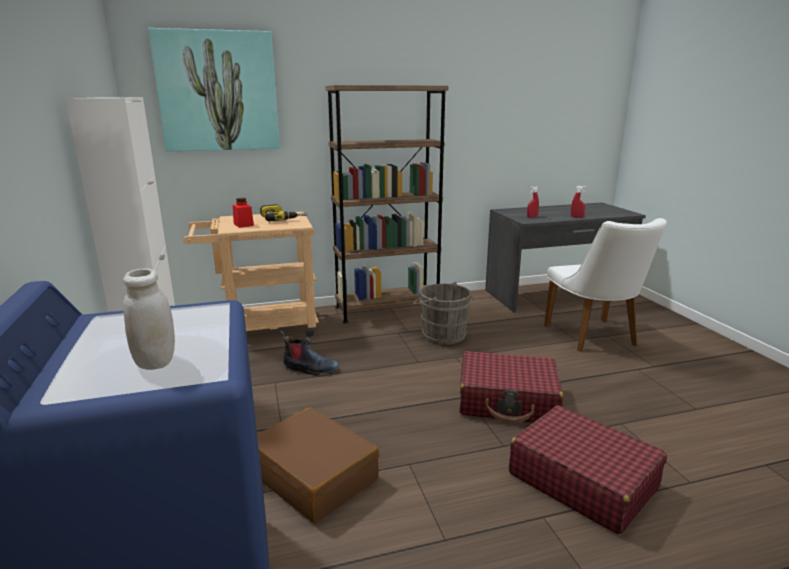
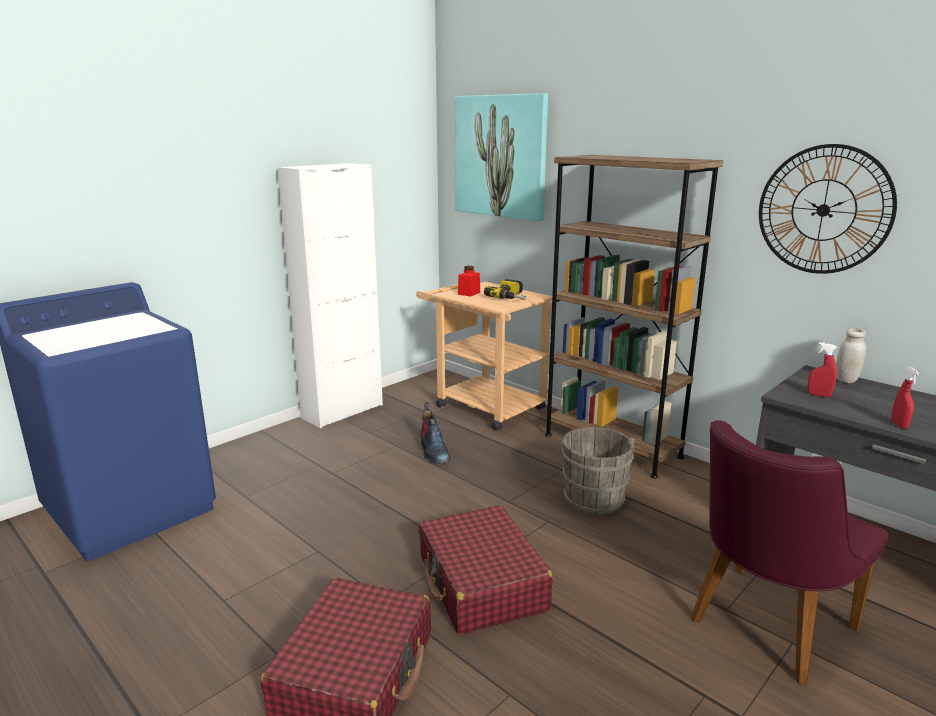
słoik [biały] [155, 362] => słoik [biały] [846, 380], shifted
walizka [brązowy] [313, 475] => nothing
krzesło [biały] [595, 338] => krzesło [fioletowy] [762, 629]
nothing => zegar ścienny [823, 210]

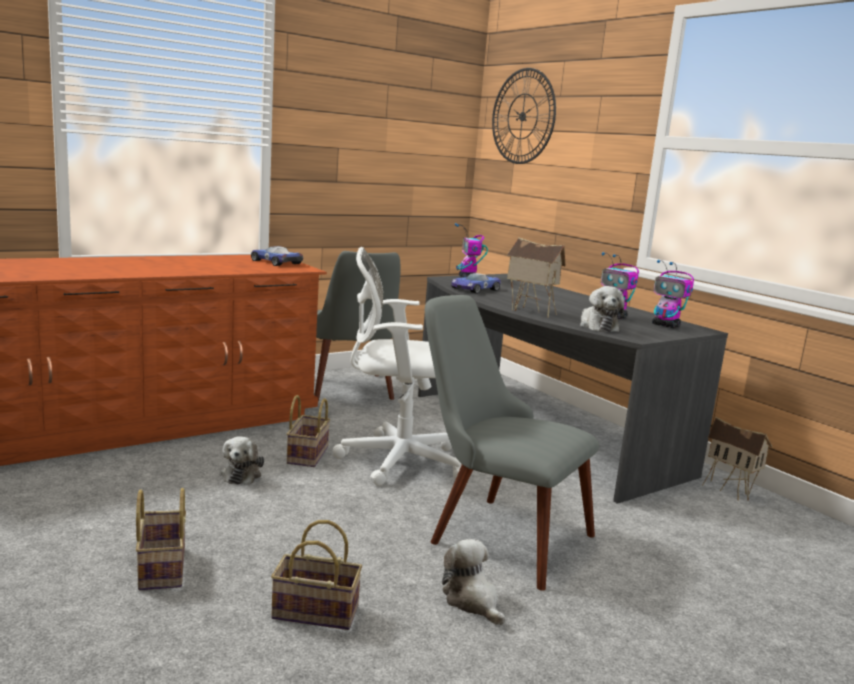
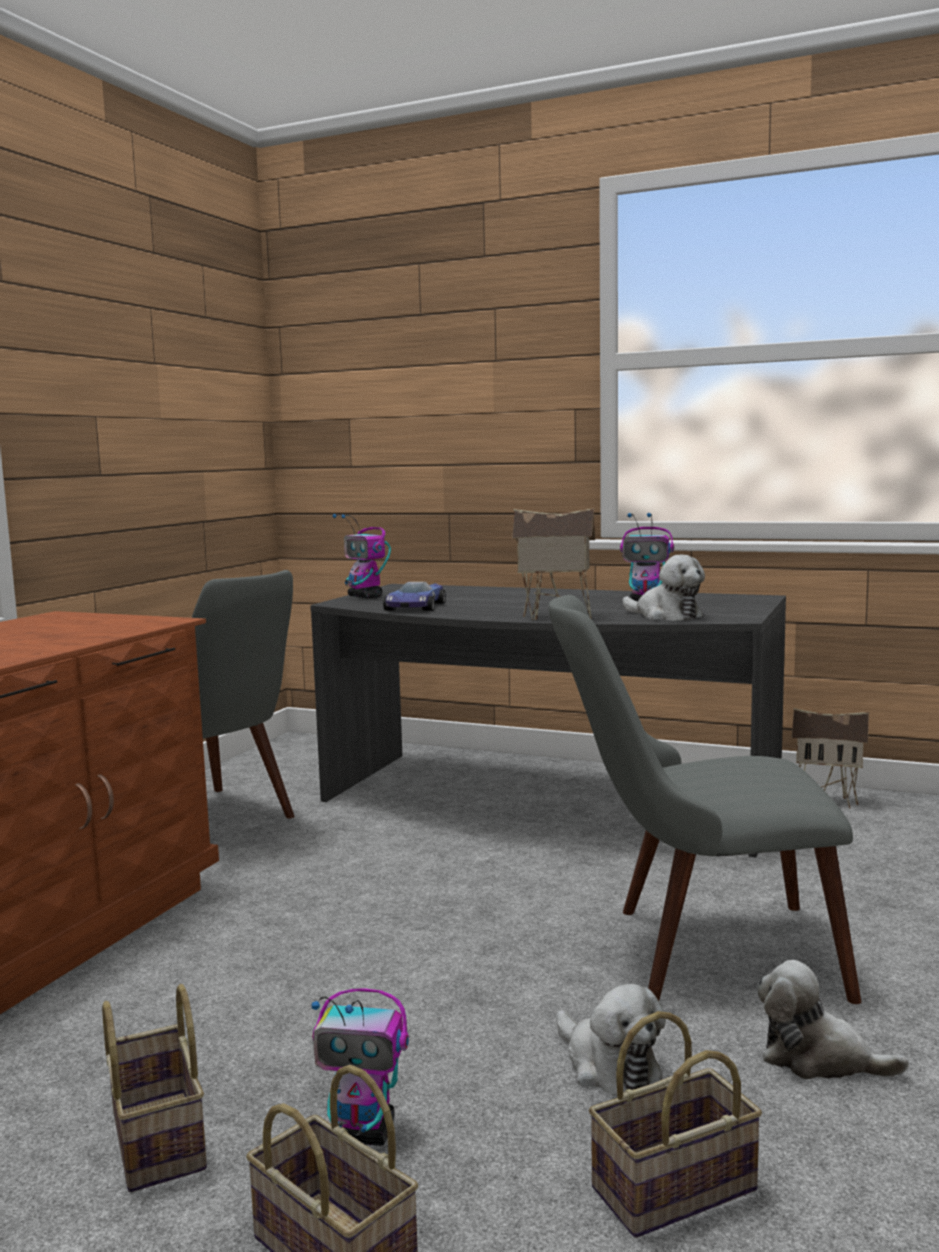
pluszak [241, 474] => pluszak [608, 1065], shifted
samochodzik [275, 262] => nothing
koszyk [307, 454] => koszyk [154, 1139], shifted
krzesło biurowe [biały] [395, 460] => nothing
zegar ścienny [522, 116] => nothing
robot zabawkowy [666, 326] => robot zabawkowy [364, 1132], shifted

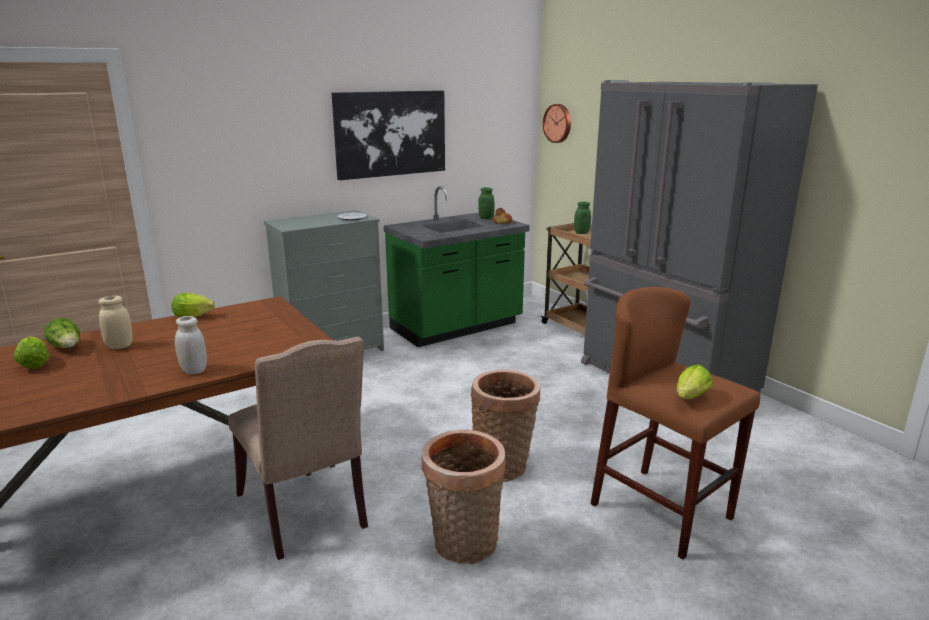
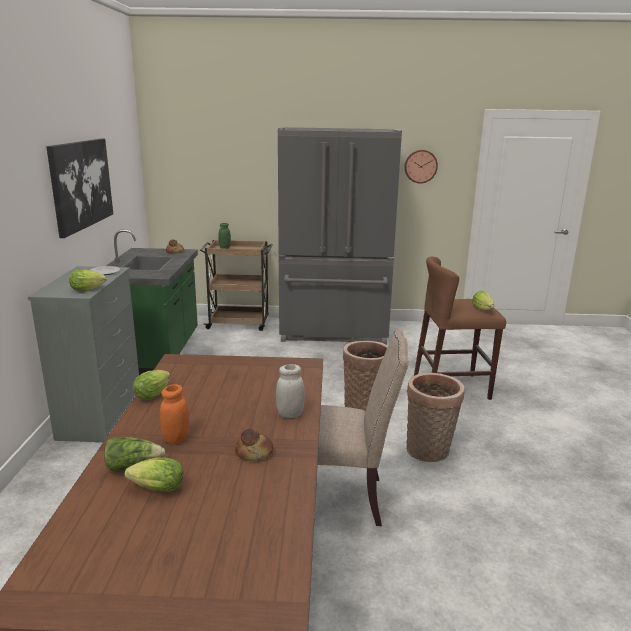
słoik [beżowy] [119, 346] => słoik [pomarańczowy] [176, 439]
słoik [zielony] [486, 218] => nothing
zegar ścienny [558, 123] => zegar ścienny [420, 166], shifted
nothing => sałata [89, 289]
nothing => chleb [254, 453]

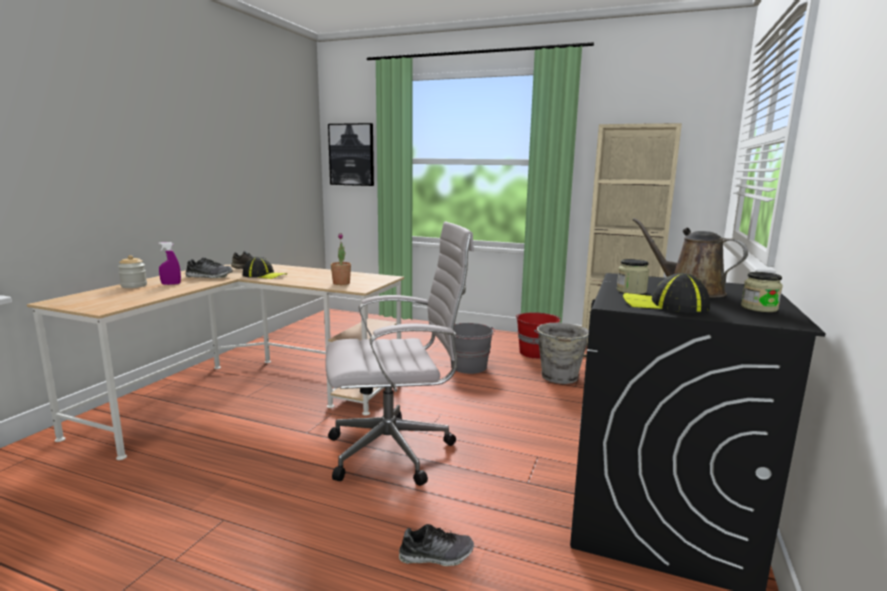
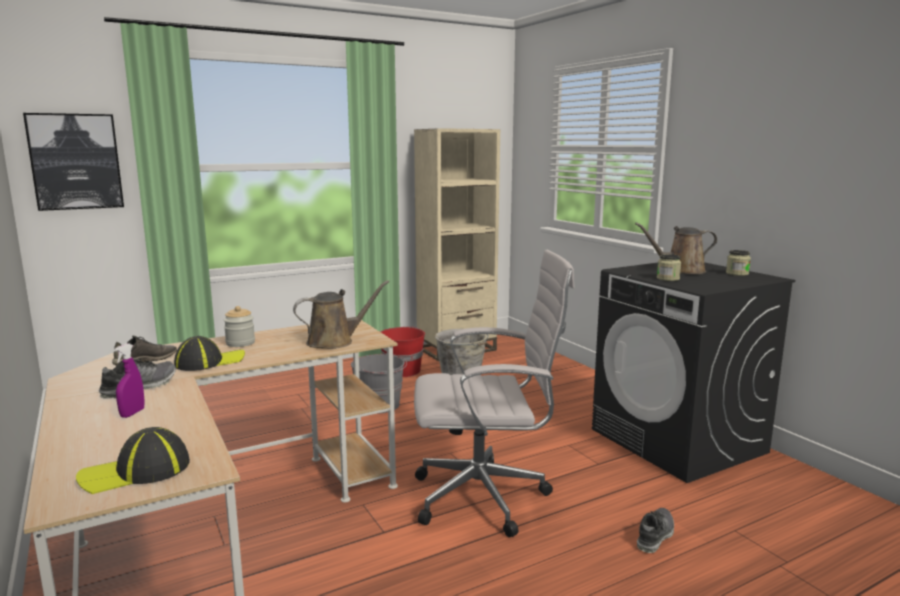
słoik [134, 286] => słoik [240, 343], shifted
krzesło biurowe [biały] [396, 451] => krzesło biurowe [biały] [486, 497], 60 degrees clockwise
roślina doniczkowa [341, 283] => konewka [brązowy] [335, 341]
czapka z daszkiem [665, 305] => czapka z daszkiem [136, 472], shifted

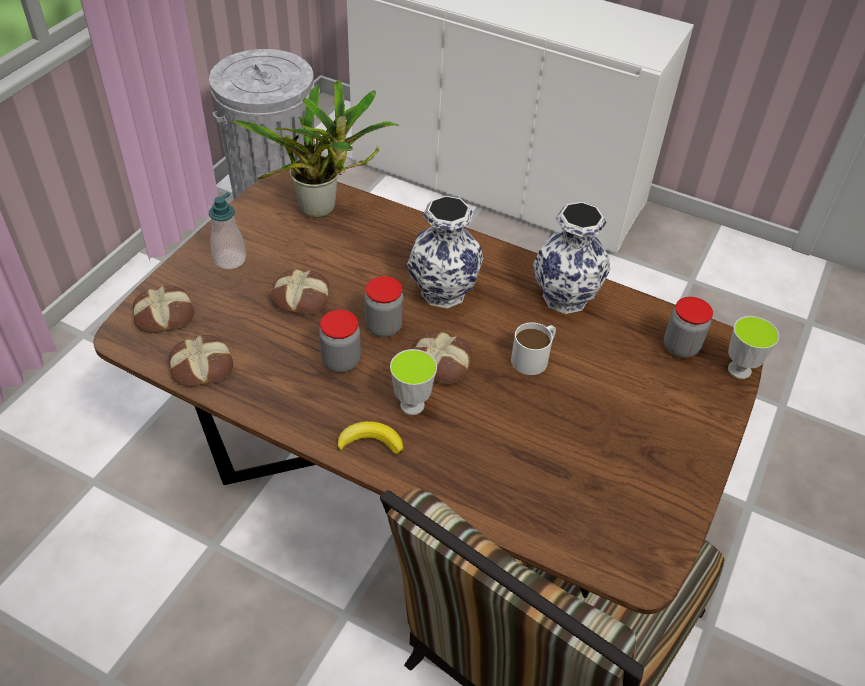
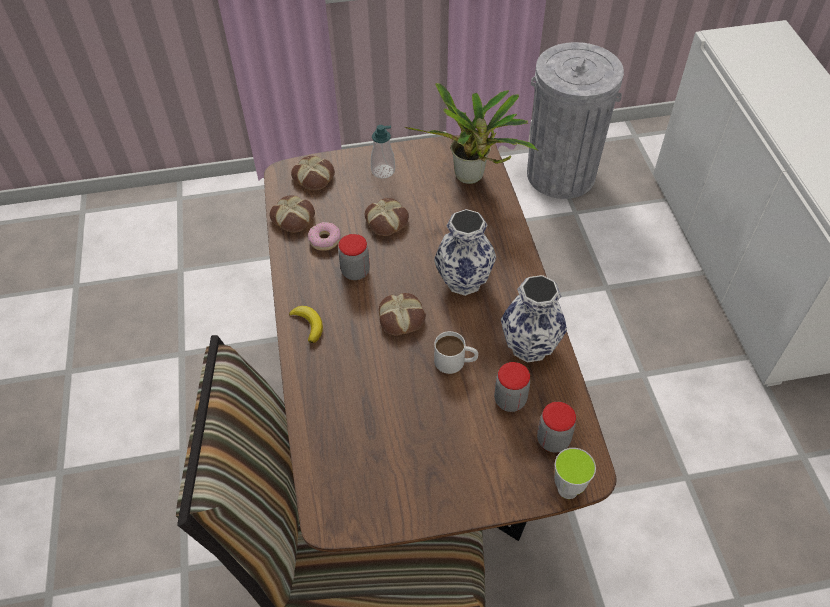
słoik [384, 327] => słoik [510, 400], shifted
filiżanka [412, 405] => nothing
nothing => donut [324, 240]

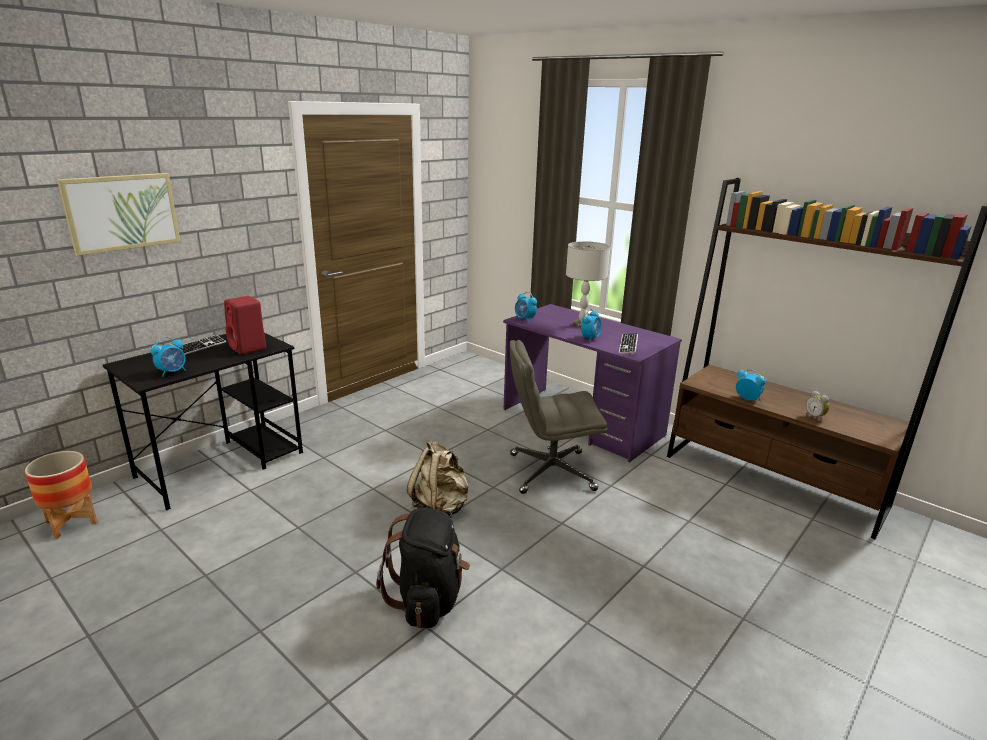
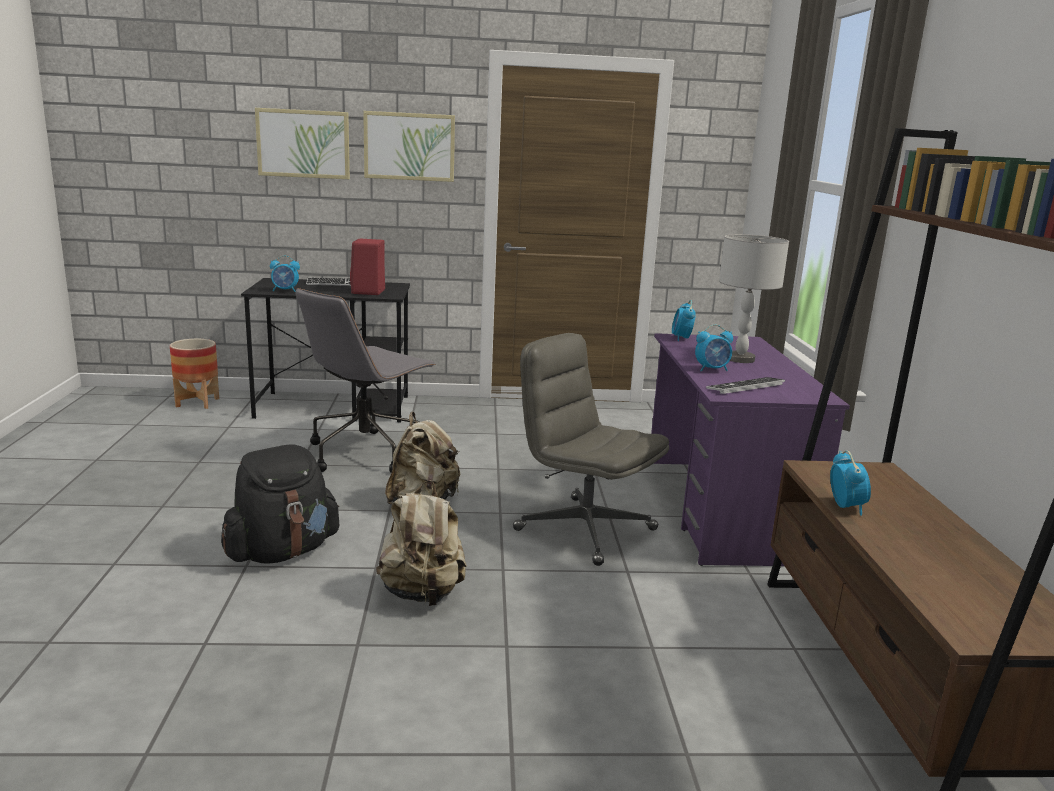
budzik [815, 417] => nothing
nothing => krzesło biurowe [szary] [366, 452]
nothing => obraz [409, 146]
nothing => plecak [beżowy] [422, 593]

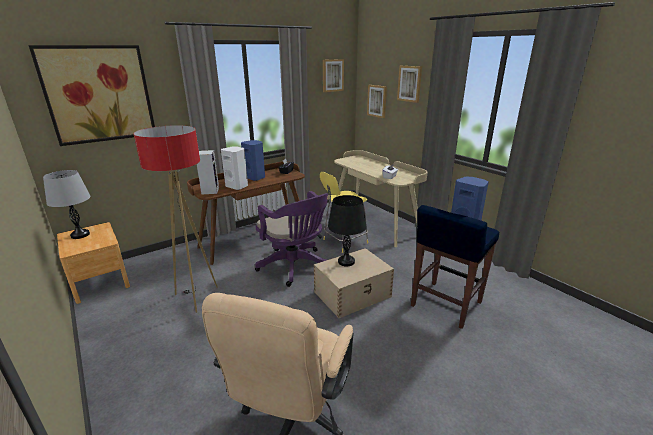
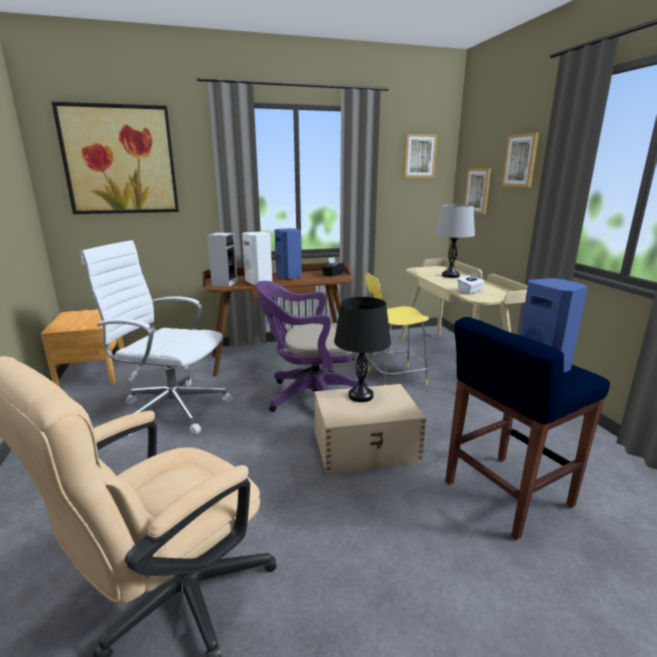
lampa stołowa [szary] [80, 235] => lampa stołowa [szary] [450, 276], shifted
lampa stojąca [196, 297] => krzesło biurowe [biały] [171, 409]
krzesło biurowe [fioletowy] [295, 267] => krzesło biurowe [fioletowy] [310, 397], 105 degrees clockwise

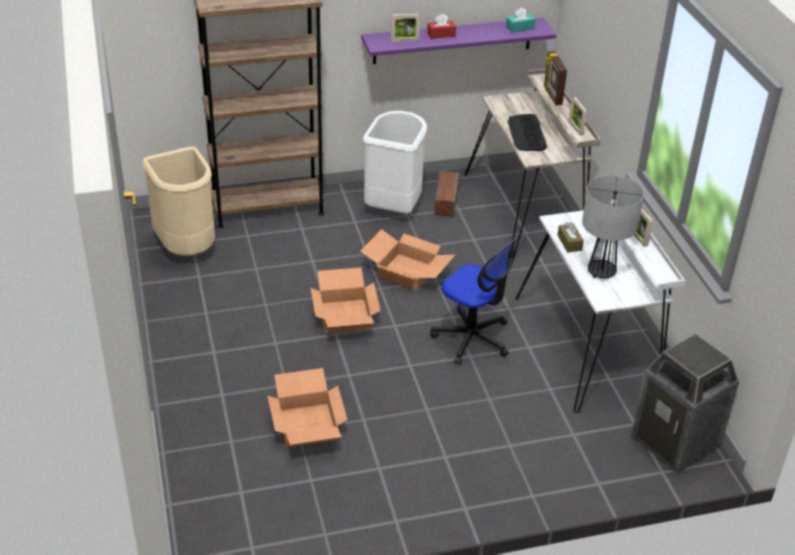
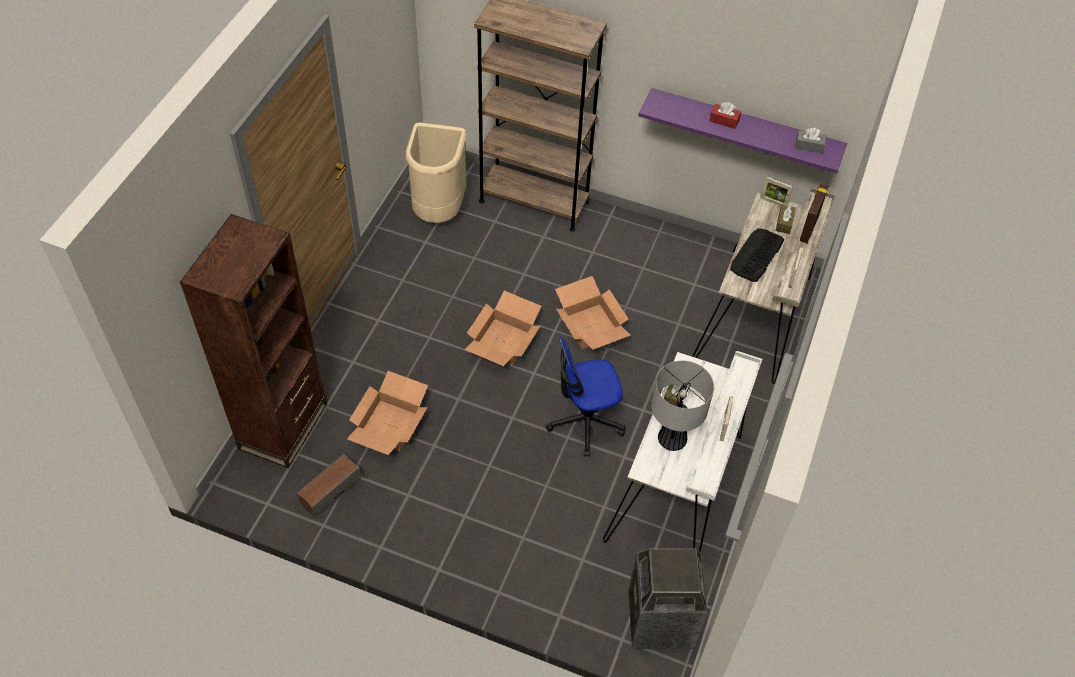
kosz na śmieci [biały] [394, 207] => nothing
ramka na zdjęcie [404, 40] => ramka na zdjęcie [773, 202], shifted
krzesło biurowe [472, 338] => krzesło biurowe [585, 421], 90 degrees clockwise
głośnik [446, 201] => głośnik [330, 490], shifted
pudełko chusteczek [turkusowy] [519, 28] => pudełko chusteczek [szary] [809, 146]
nothing => regał [brązowy] [283, 426]
nothing => pudełko chusteczek [brązowy] [784, 223]

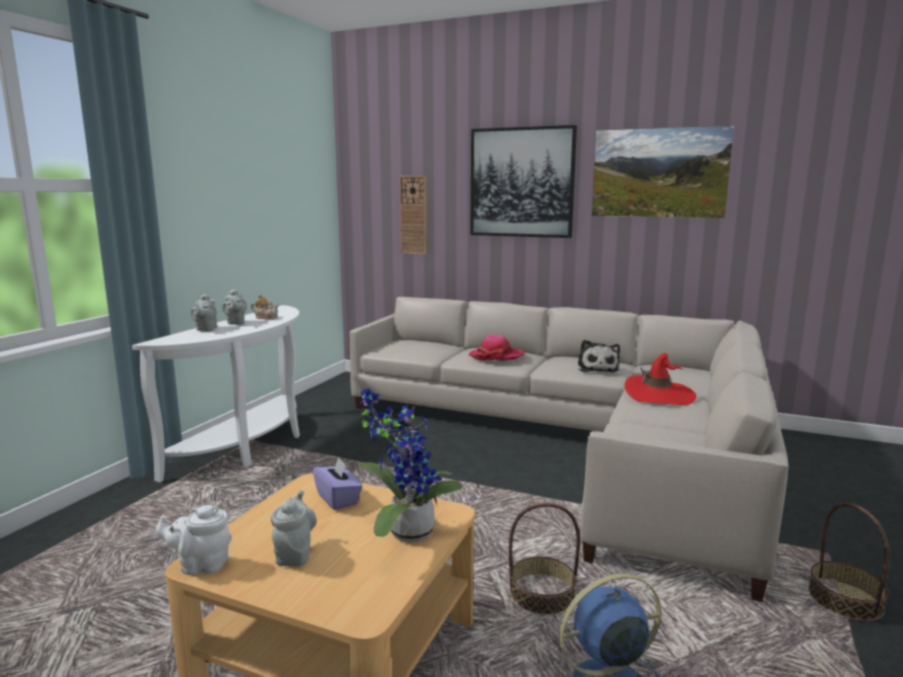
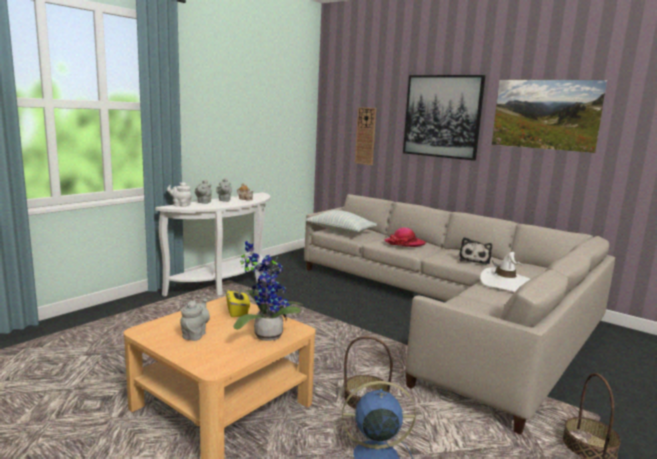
imbryk [biały] [201, 565] => imbryk [biały] [180, 205], shifted
pudełko chusteczek [fioletowy] [338, 499] => pudełko chusteczek [żółty] [238, 312]
kapelusz [czerwony] [659, 395] => kapelusz [biały] [506, 283]
nothing => poduszka [340, 231]

